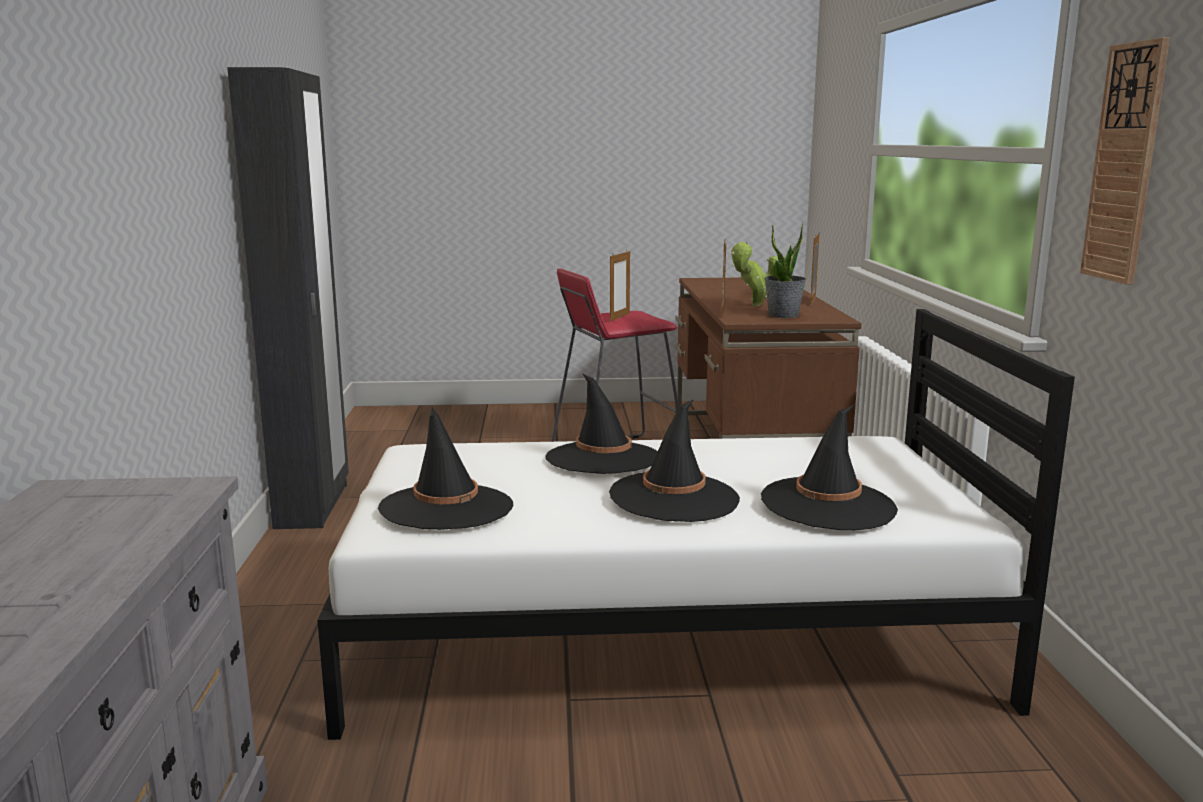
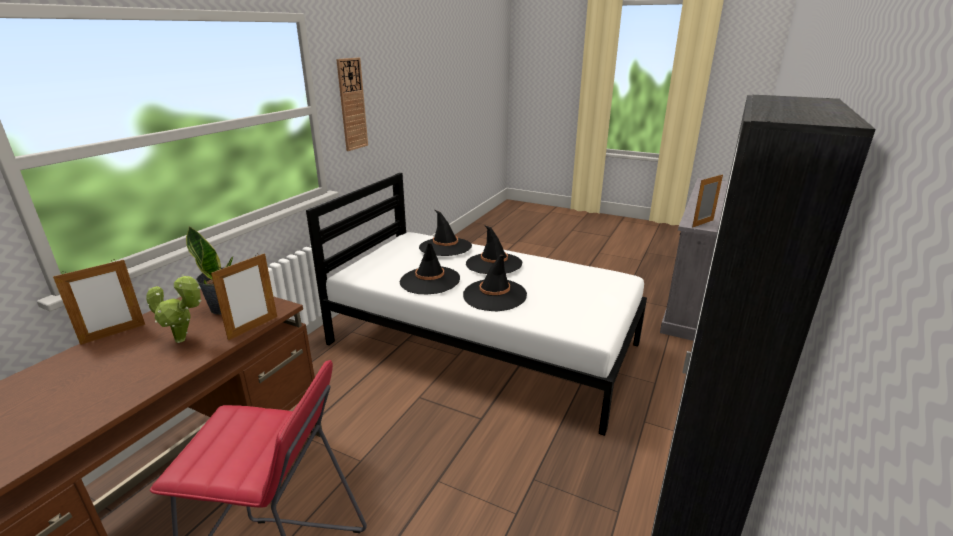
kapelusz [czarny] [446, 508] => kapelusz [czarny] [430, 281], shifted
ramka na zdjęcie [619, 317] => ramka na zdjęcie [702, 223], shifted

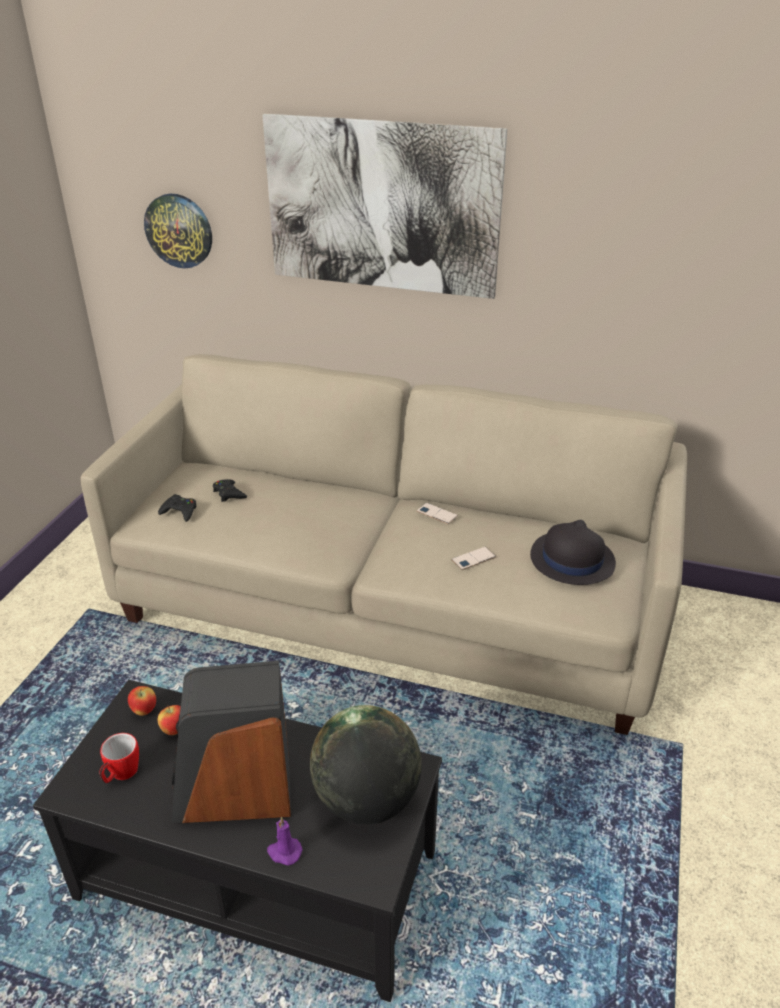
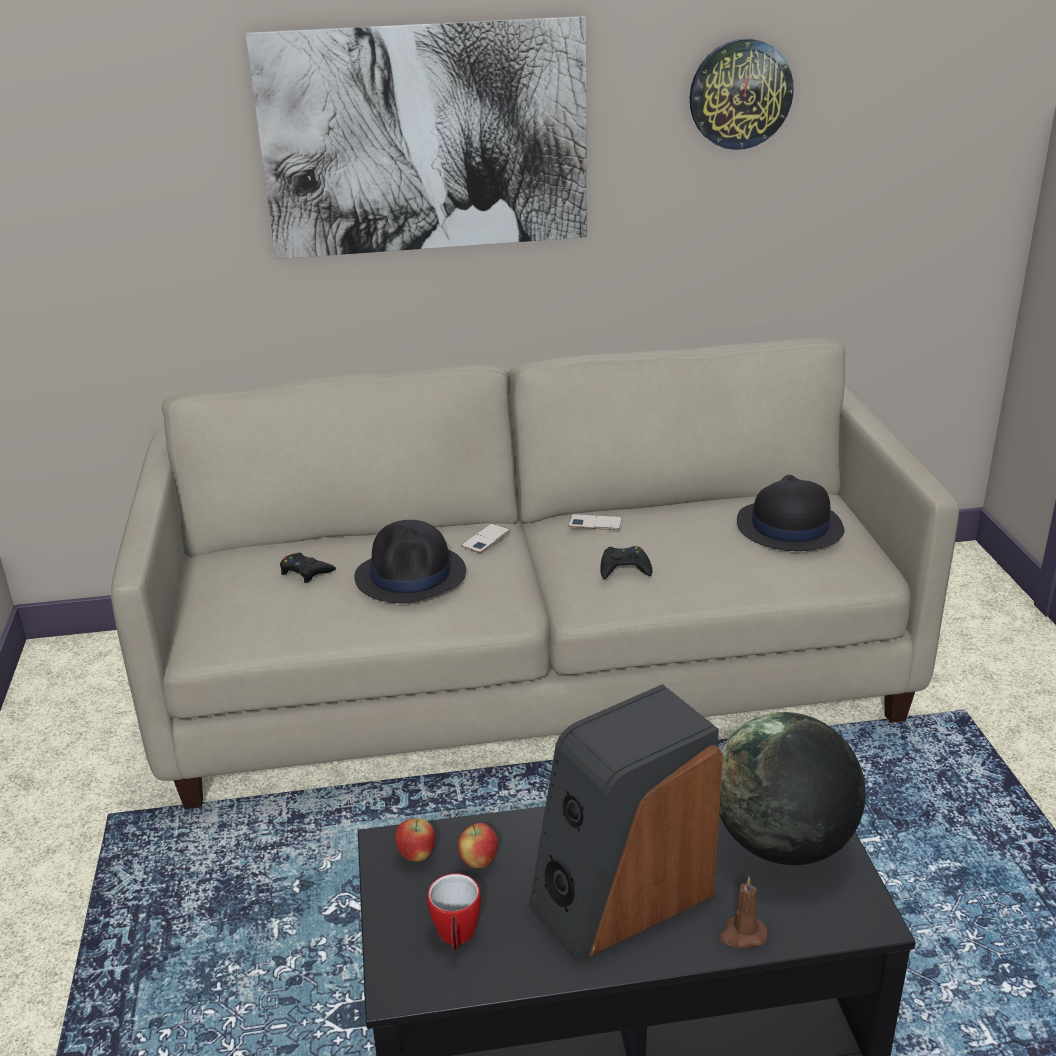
zegar ścienny [179, 230] => zegar ścienny [740, 94], shifted
pad do gier [czarny] [180, 511] => pad do gier [czarny] [624, 568], shifted
świeca [fioletowy] [284, 852] => świeca [brązowy] [742, 934]
telefon [473, 558] => telefon [486, 539], shifted
nothing => kapelusz [czarny] [411, 575]

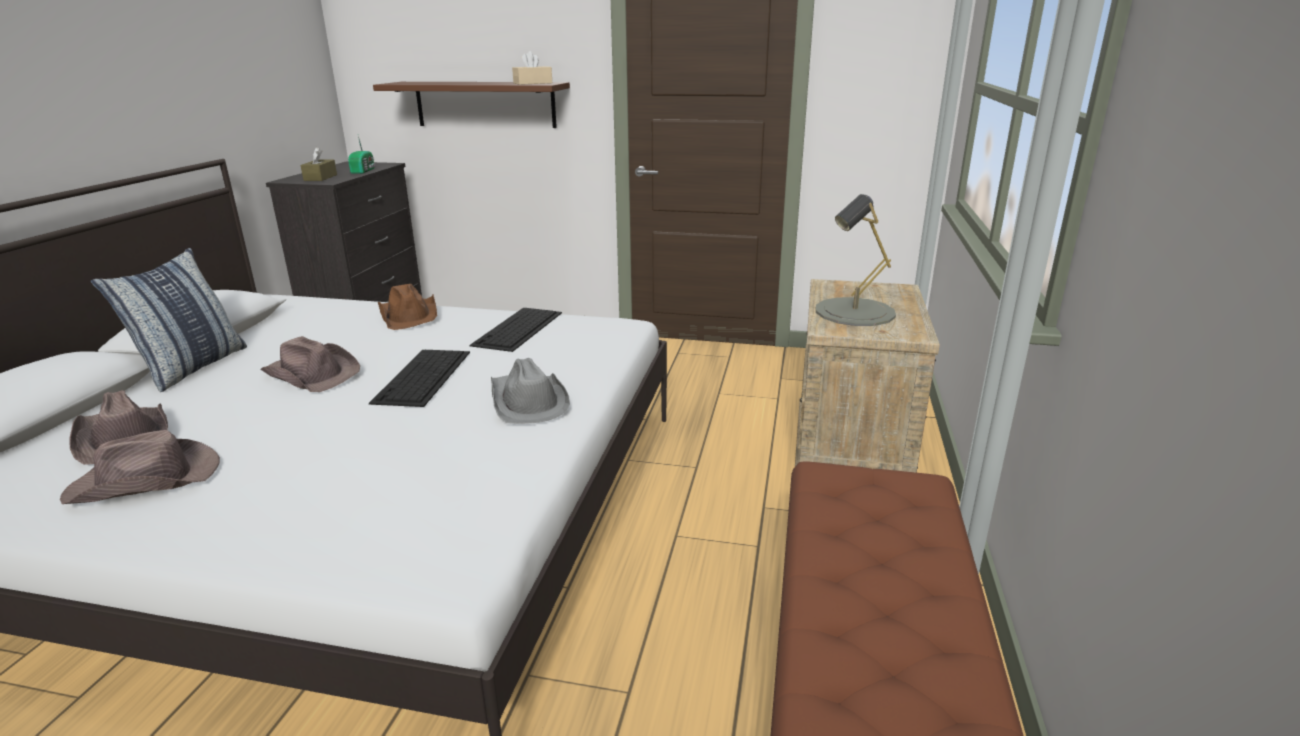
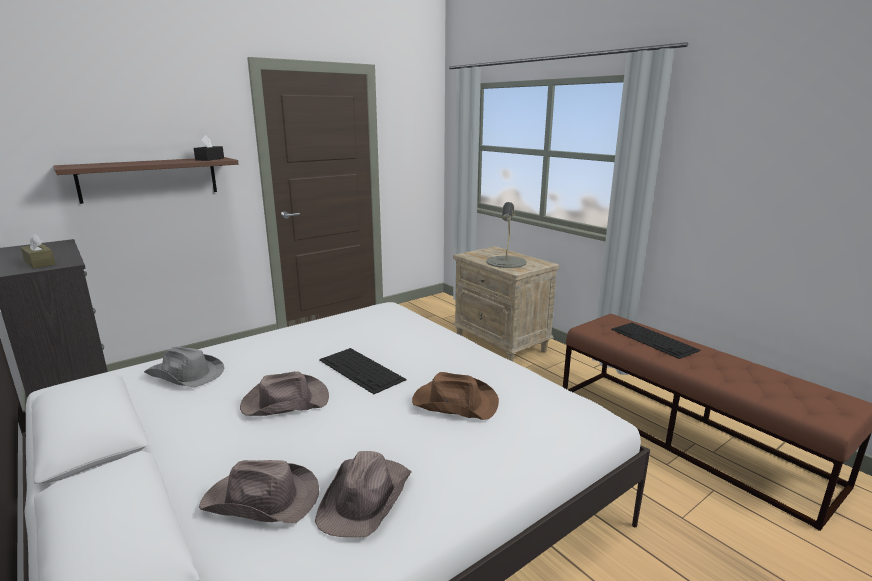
poduszka [192, 367] => nothing
radio [364, 171] => nothing
kapelusz [brązowy] [410, 315] => kapelusz [brązowy] [454, 402], shifted
klawiatura [518, 329] => klawiatura [654, 340], shifted
kapelusz [szary] [527, 401] => kapelusz [szary] [185, 375], shifted
pudełko chusteczek [beżowy] [533, 83] => pudełko chusteczek [czarny] [210, 159]

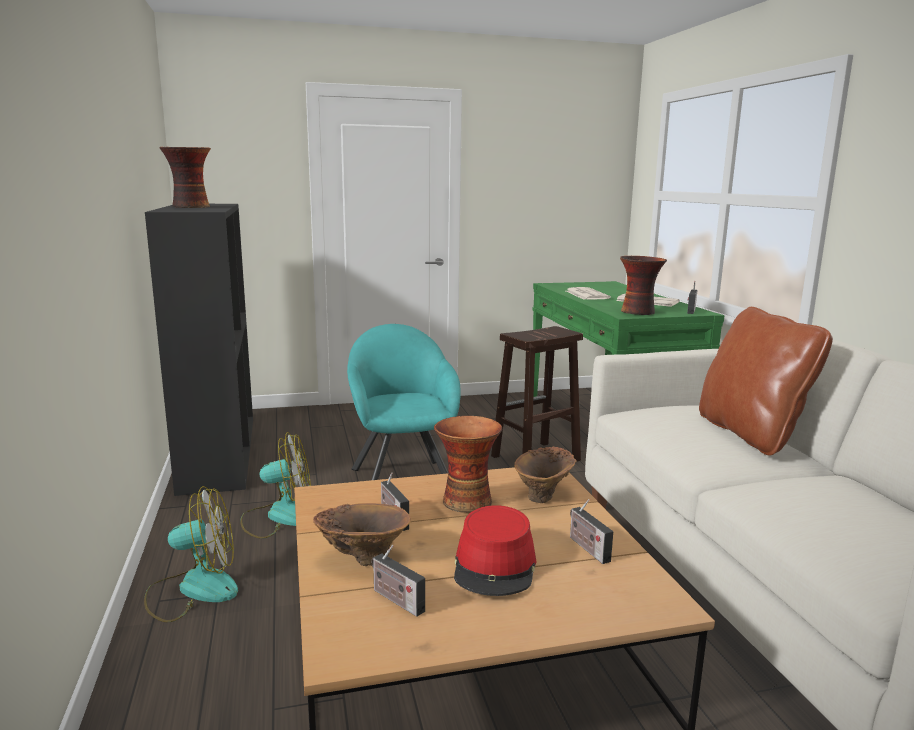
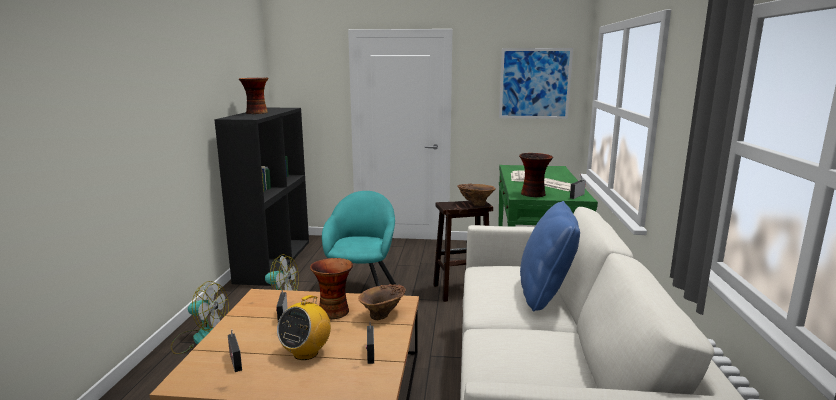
wazon [brązowy] [363, 558] => wazon [brązowy] [475, 204], shifted
kapelusz [czerwony] [495, 566] => radio [306, 353]
poduszka [brązowy] [751, 434] => poduszka [niebieski] [545, 294]
nothing => obraz [535, 83]

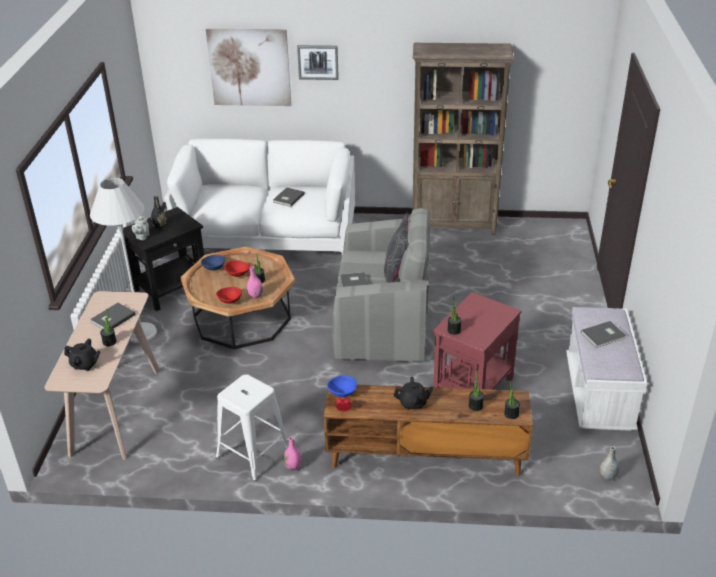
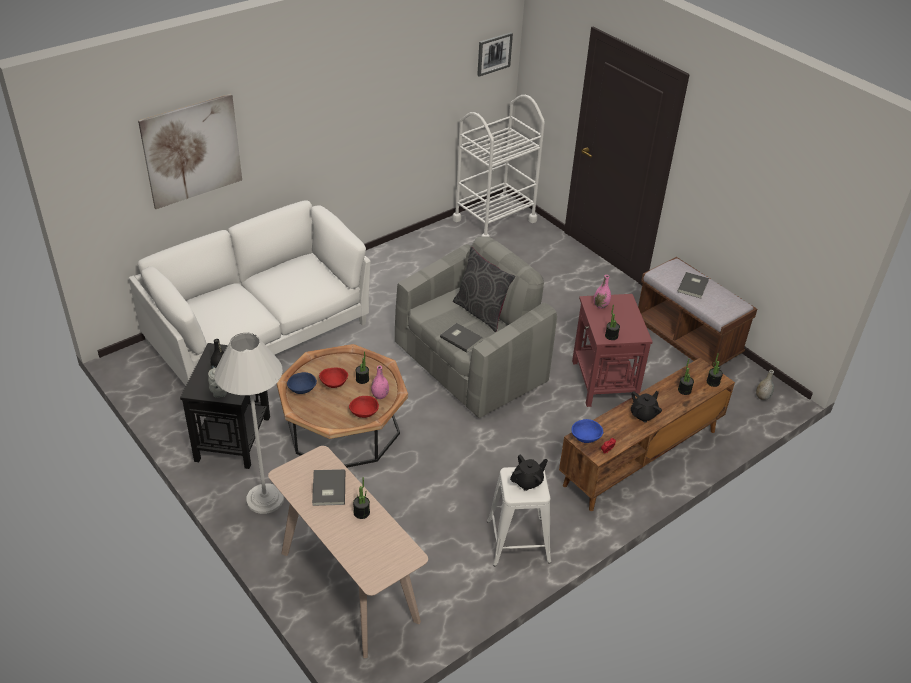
imbryk [czarny] [85, 365] => imbryk [czarny] [528, 481], shifted
książka [szary] [287, 198] => nothing
wazon [różowy] [293, 466] => wazon [różowy] [600, 305], shifted
obraz [318, 62] => obraz [494, 53], shifted
regał [brązowy] [454, 225] => nothing
ławka [biały] [598, 394] => ławka [brązowy] [687, 338]
nothing => wózek [biały] [494, 220]

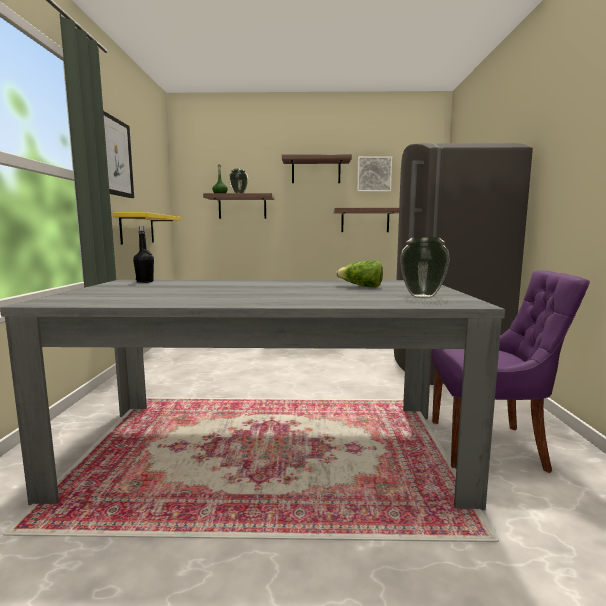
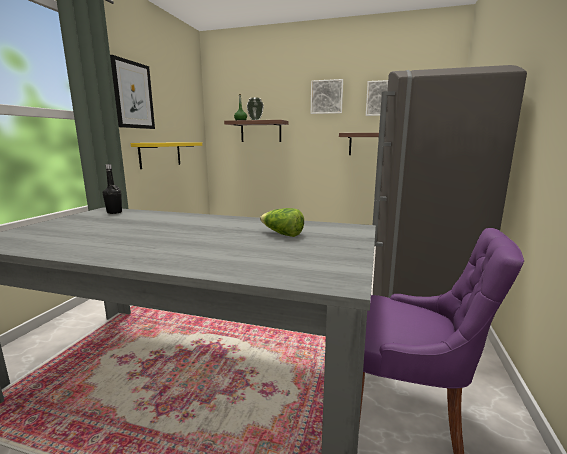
półka [316, 171] => obraz [326, 97]
wazon [422, 296] => nothing

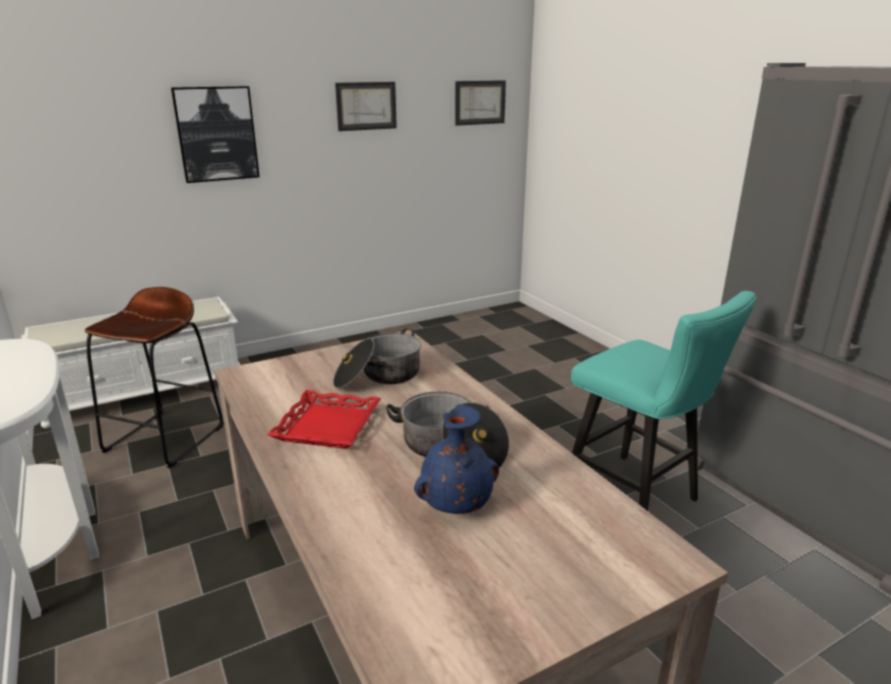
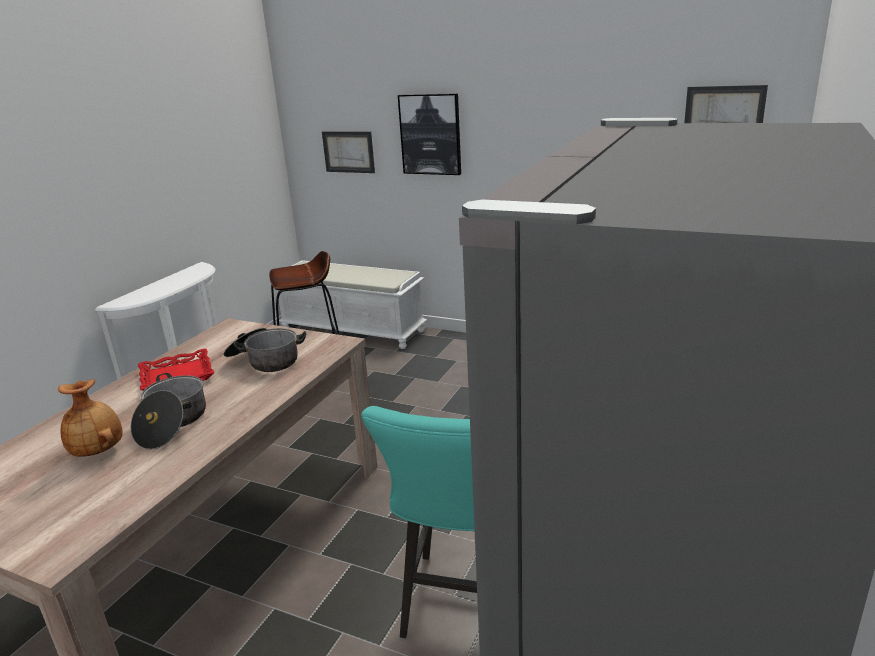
obraz [366, 106] => obraz [348, 152], shifted
wazon [niebieski] [455, 504] => wazon [brązowy] [99, 451]

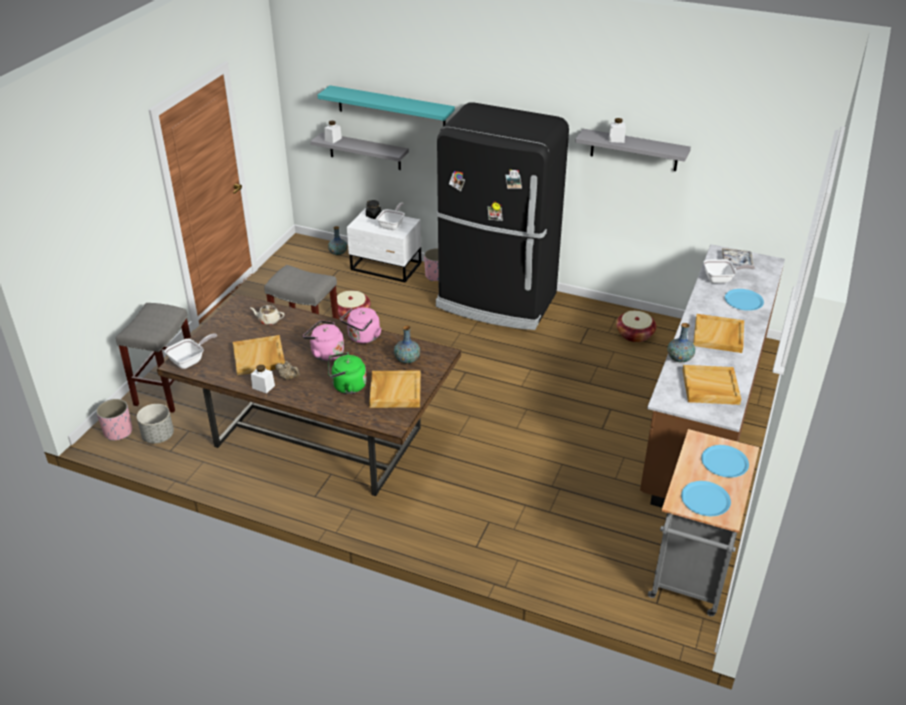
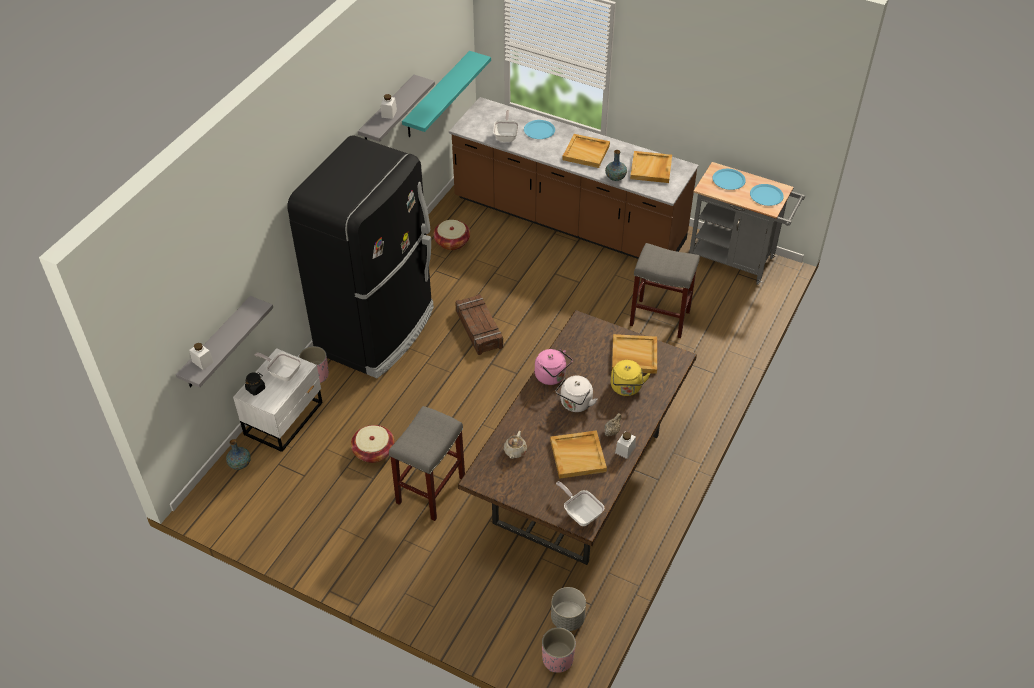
stołek [szary] [167, 390] => stołek [szary] [659, 318], shifted
czajnik [różowy] [325, 353] => czajnik [biały] [575, 404]
półka [turkusowy] [391, 107] => półka [turkusowy] [437, 95], shifted
czajnik [zielony] [347, 386] => czajnik [żółty] [626, 388]
wazon [407, 360] => nothing
taca [736, 261] => nothing
nothing => skrzynka [479, 329]

